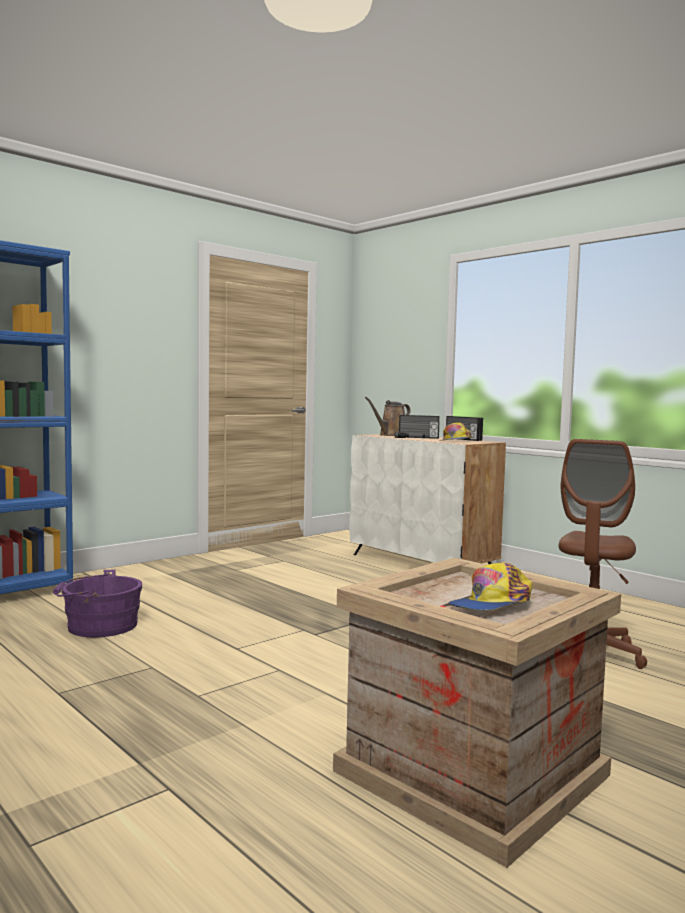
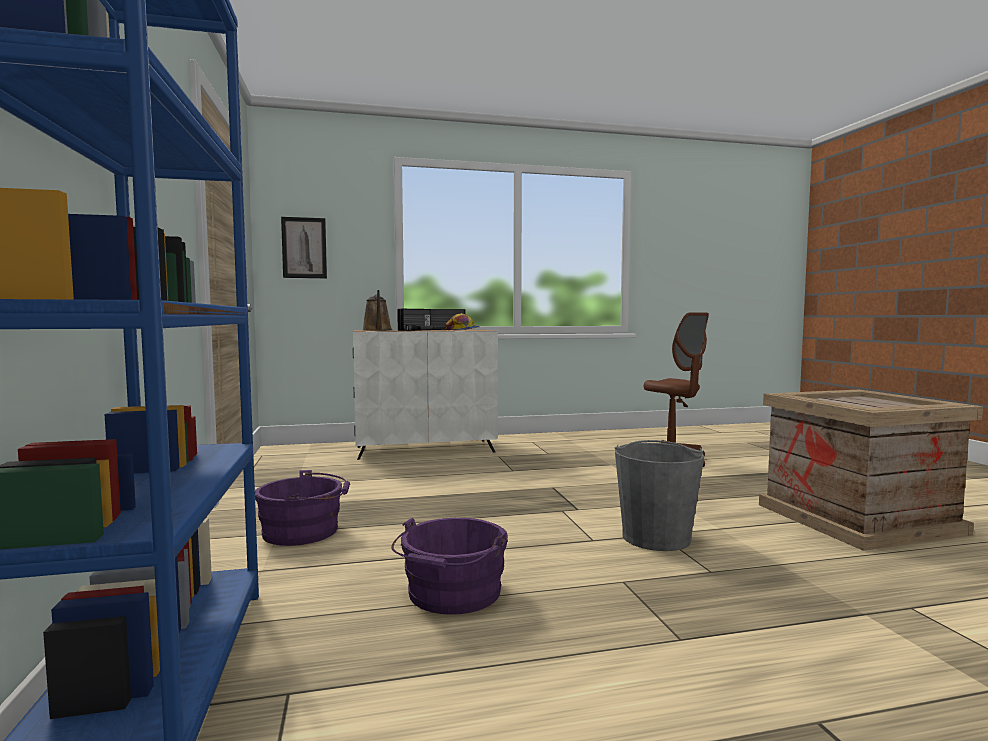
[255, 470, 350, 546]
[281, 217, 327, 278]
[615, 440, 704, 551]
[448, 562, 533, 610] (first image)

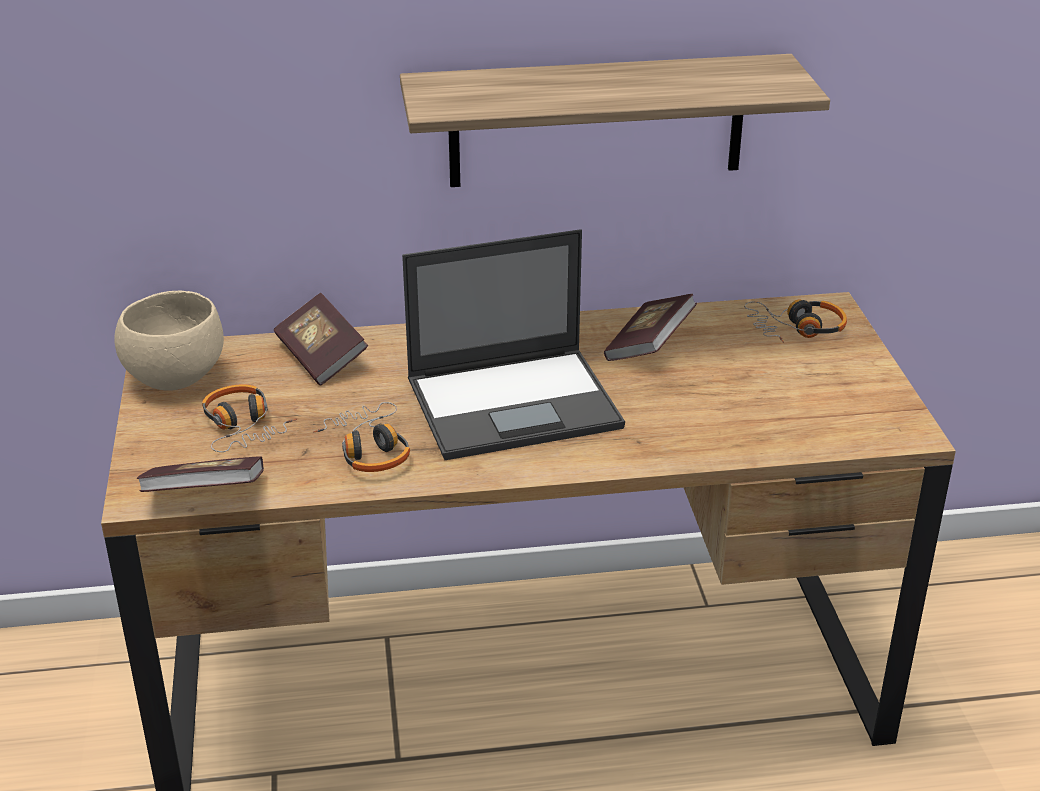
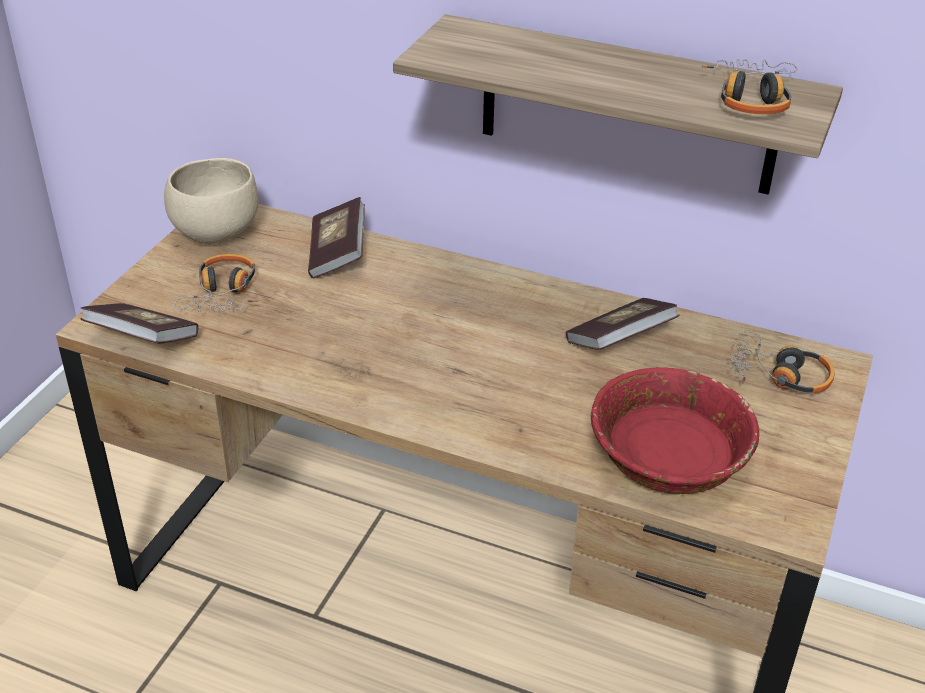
[591, 367, 760, 494]
[702, 59, 798, 114]
[402, 229, 625, 460] (first image)

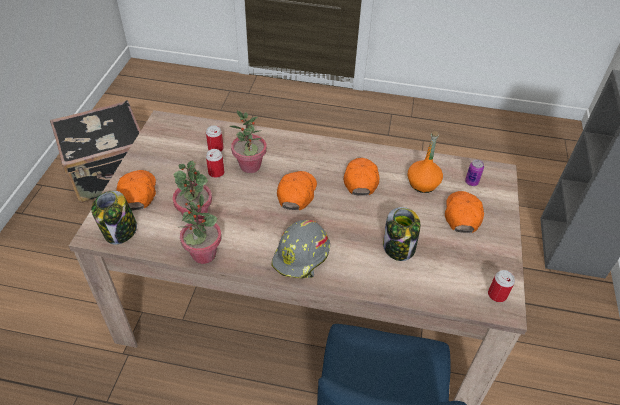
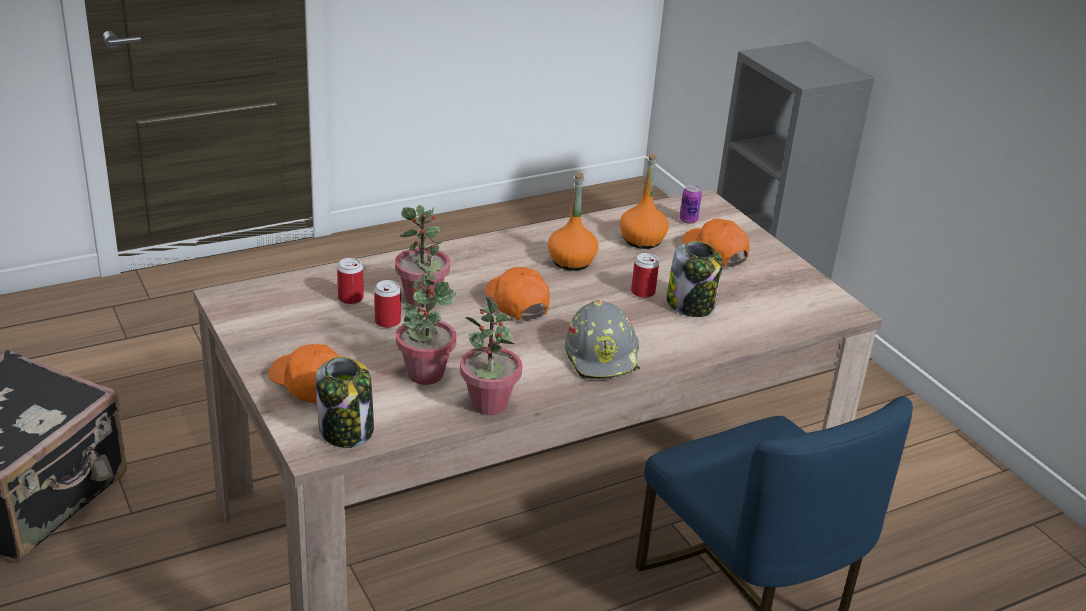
[548, 172, 599, 271]
[631, 253, 659, 298]

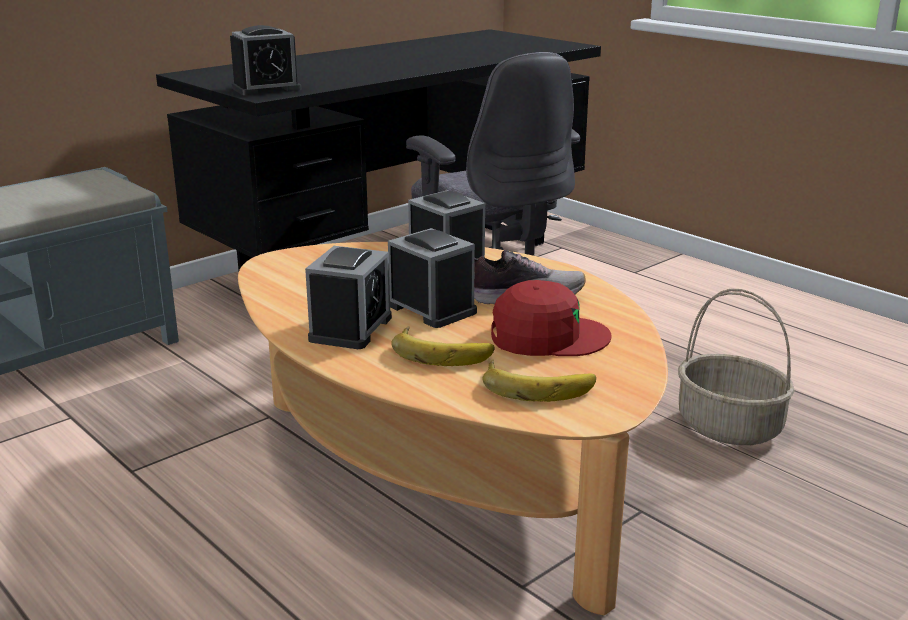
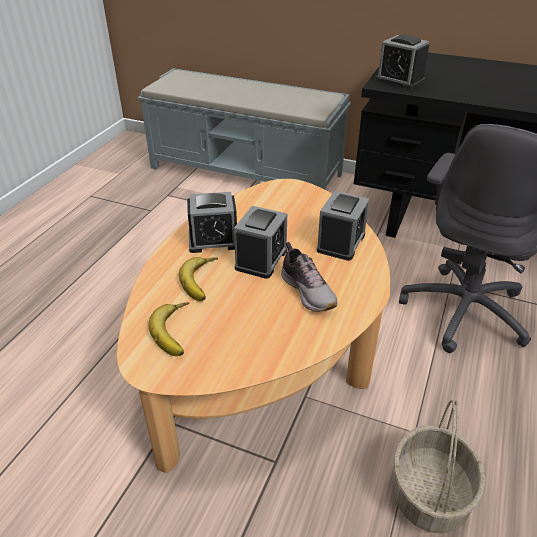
[491, 280, 611, 356] (first image)

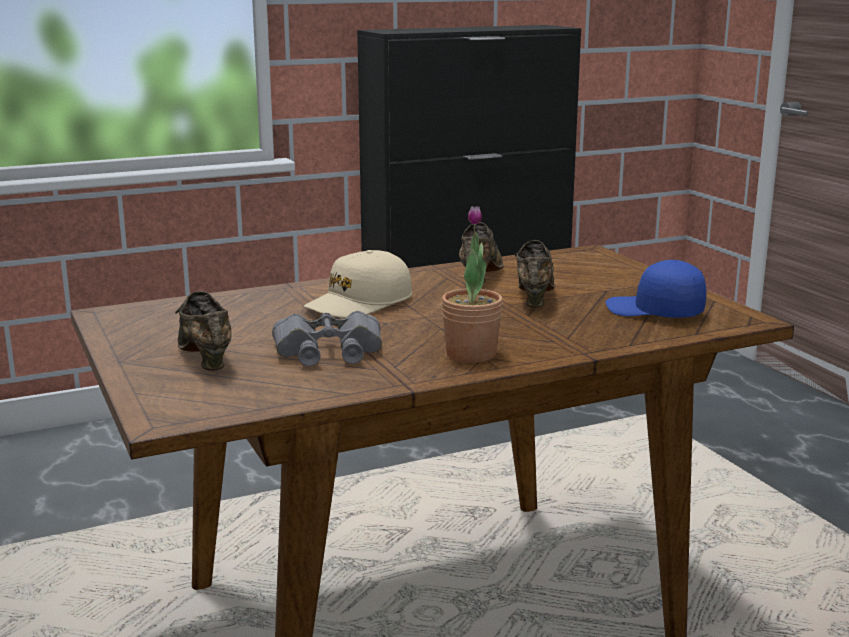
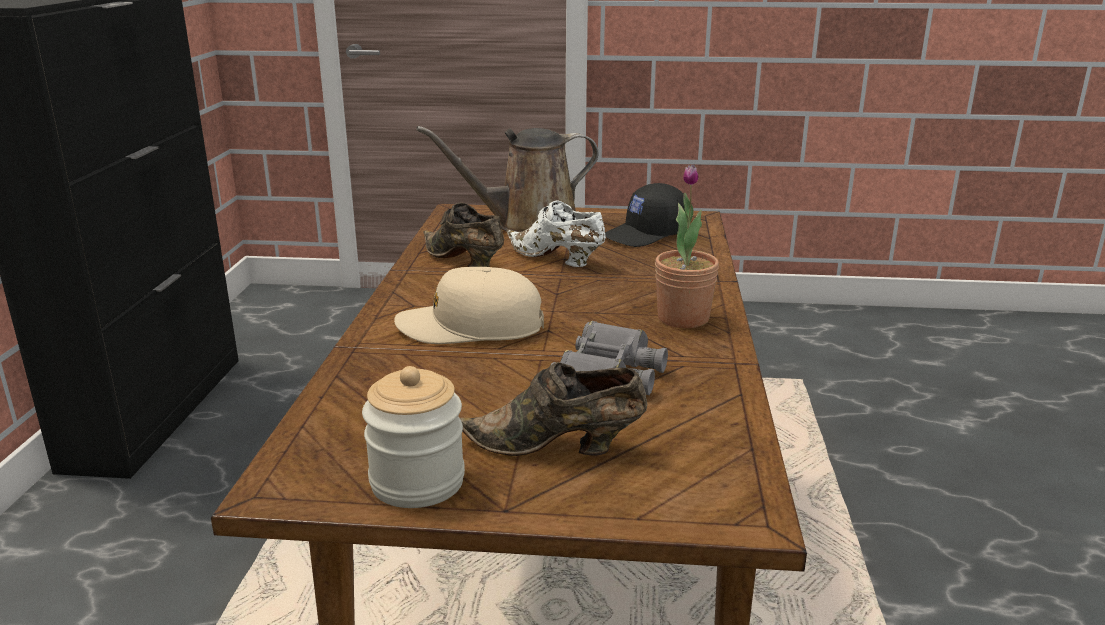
[362, 366, 465, 508]
[394, 267, 544, 344]
[416, 126, 598, 232]
[507, 200, 606, 267]
[605, 183, 685, 247]

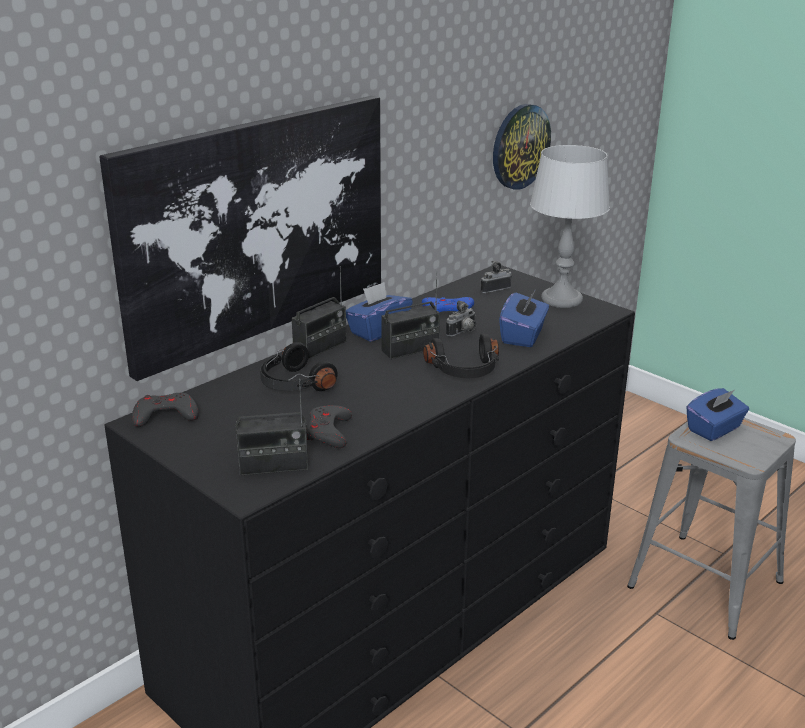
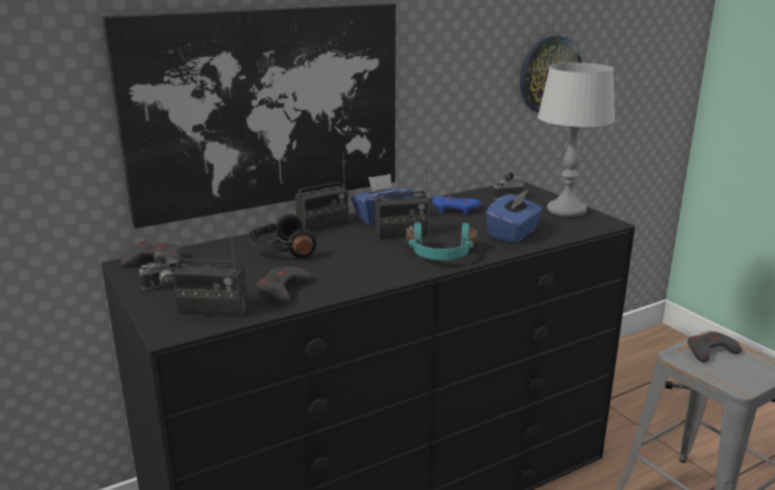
[139, 250, 178, 290]
[406, 222, 477, 260]
[688, 332, 742, 362]

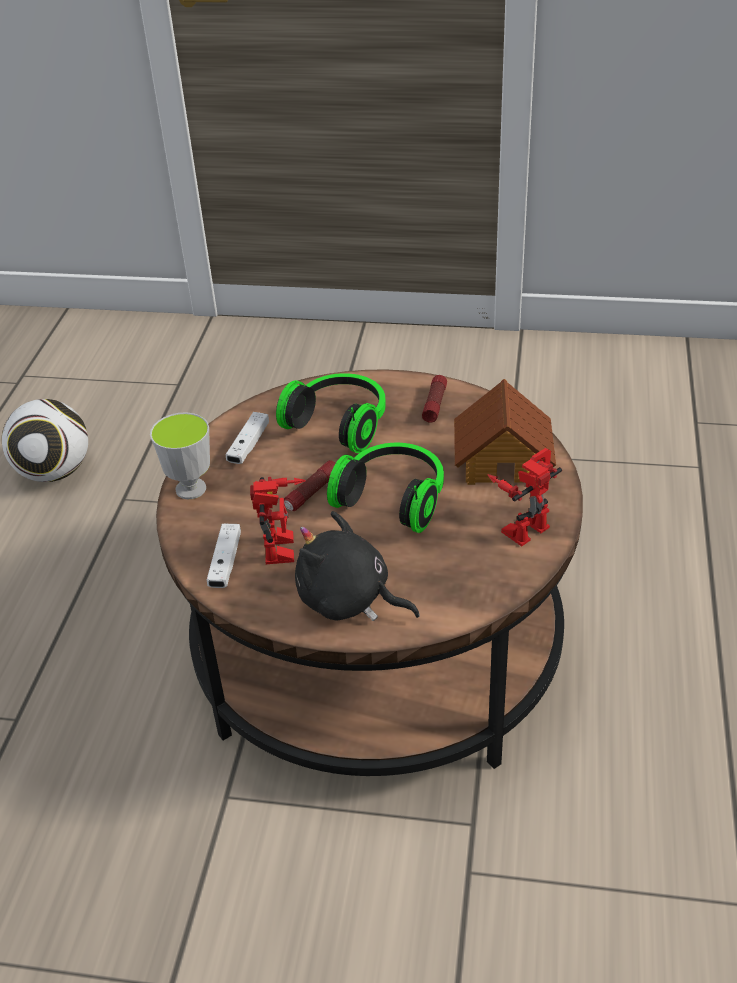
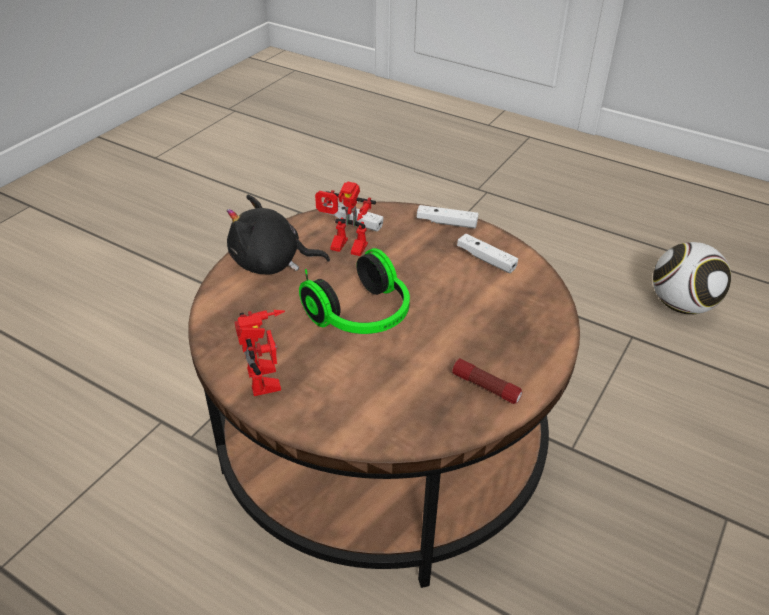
[227, 195, 330, 275]
[416, 205, 478, 228]
[276, 373, 386, 453] (first image)
[284, 460, 335, 511] (first image)
[454, 379, 556, 485] (first image)

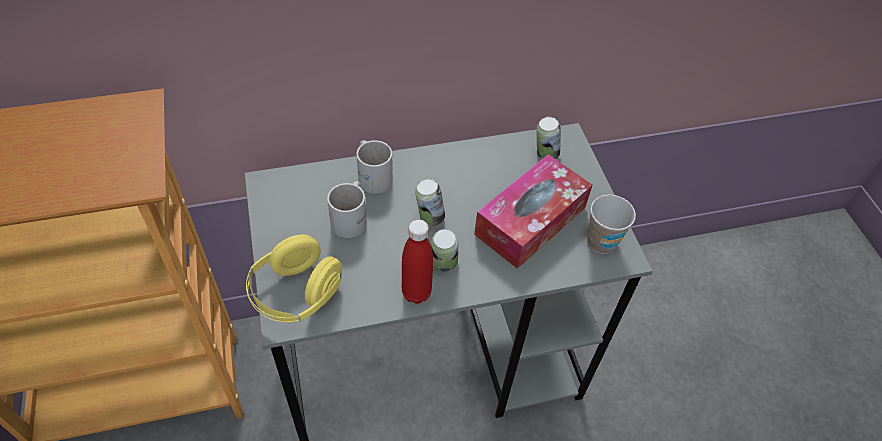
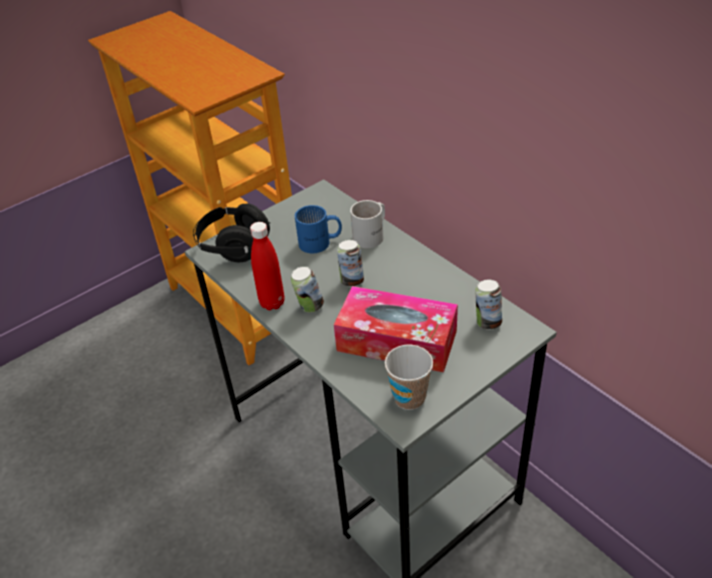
[193, 203, 270, 262]
[295, 205, 342, 253]

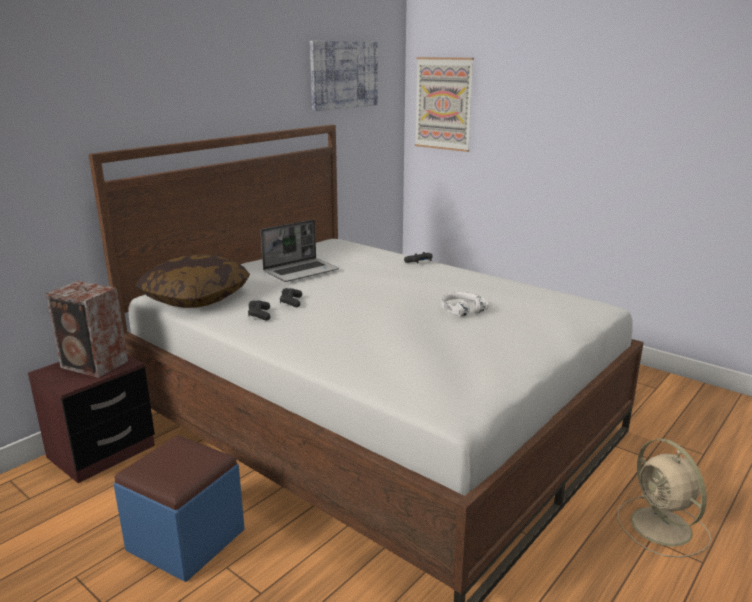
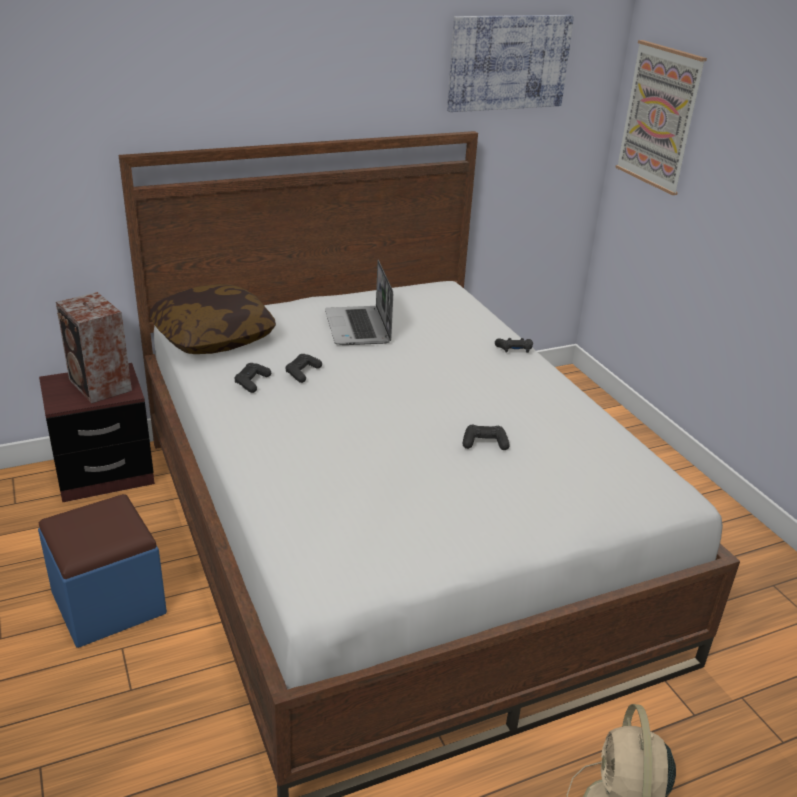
[325, 260, 393, 345]
[462, 425, 510, 450]

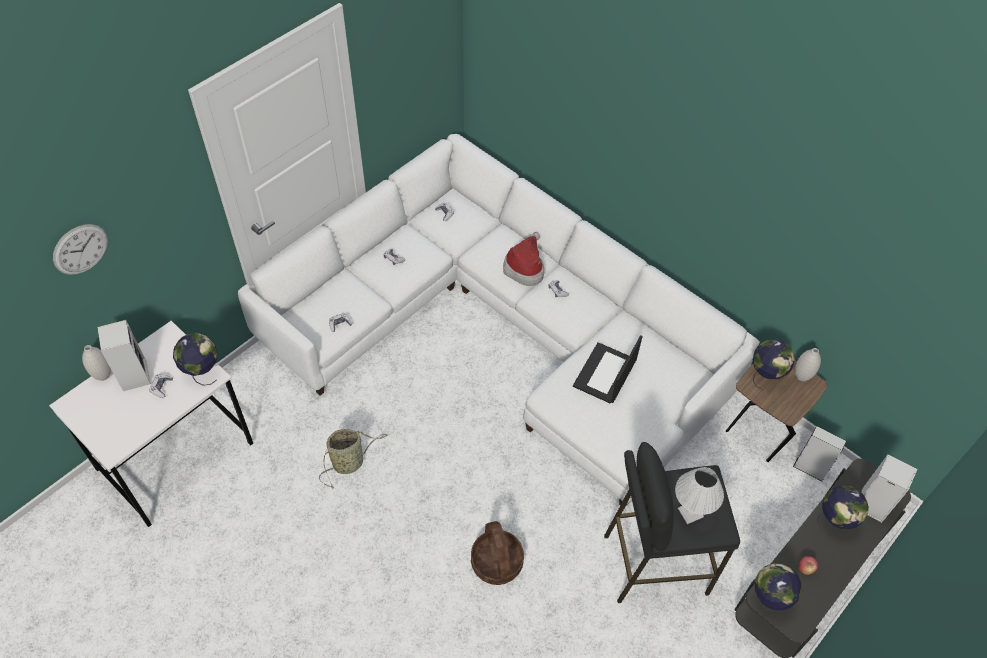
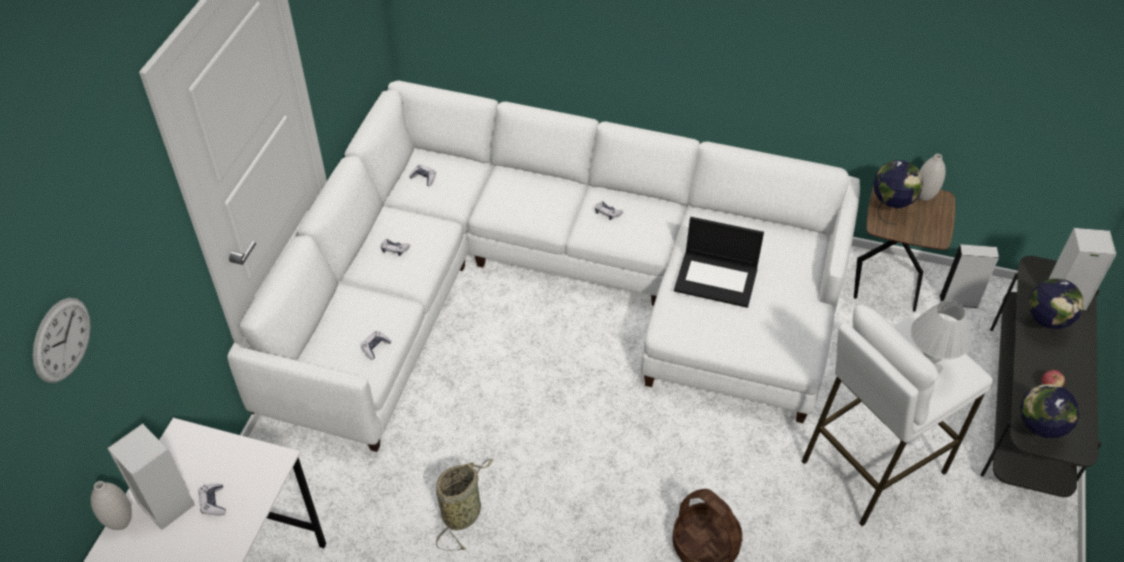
[674, 217, 764, 308]
[801, 305, 993, 526]
[173, 333, 217, 386] (first image)
[503, 232, 544, 286] (first image)

